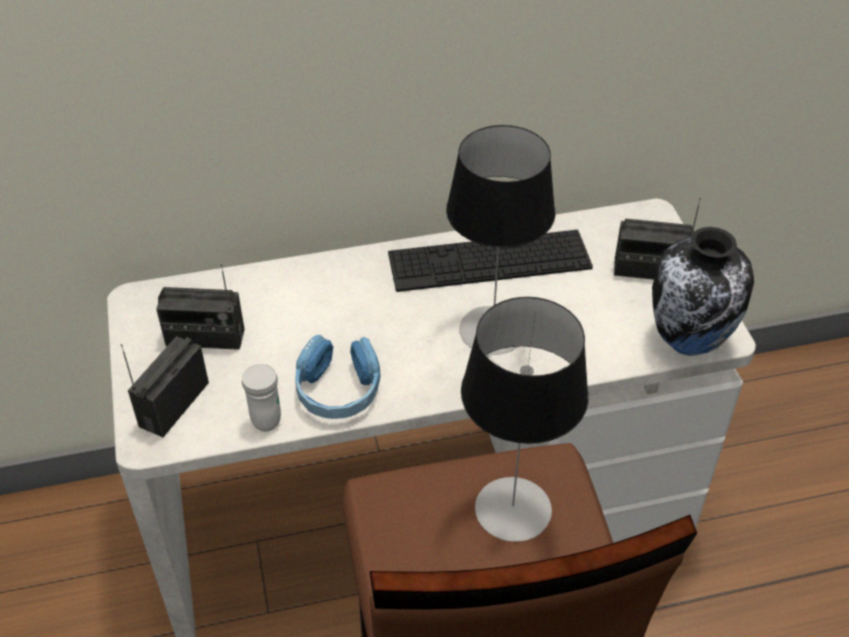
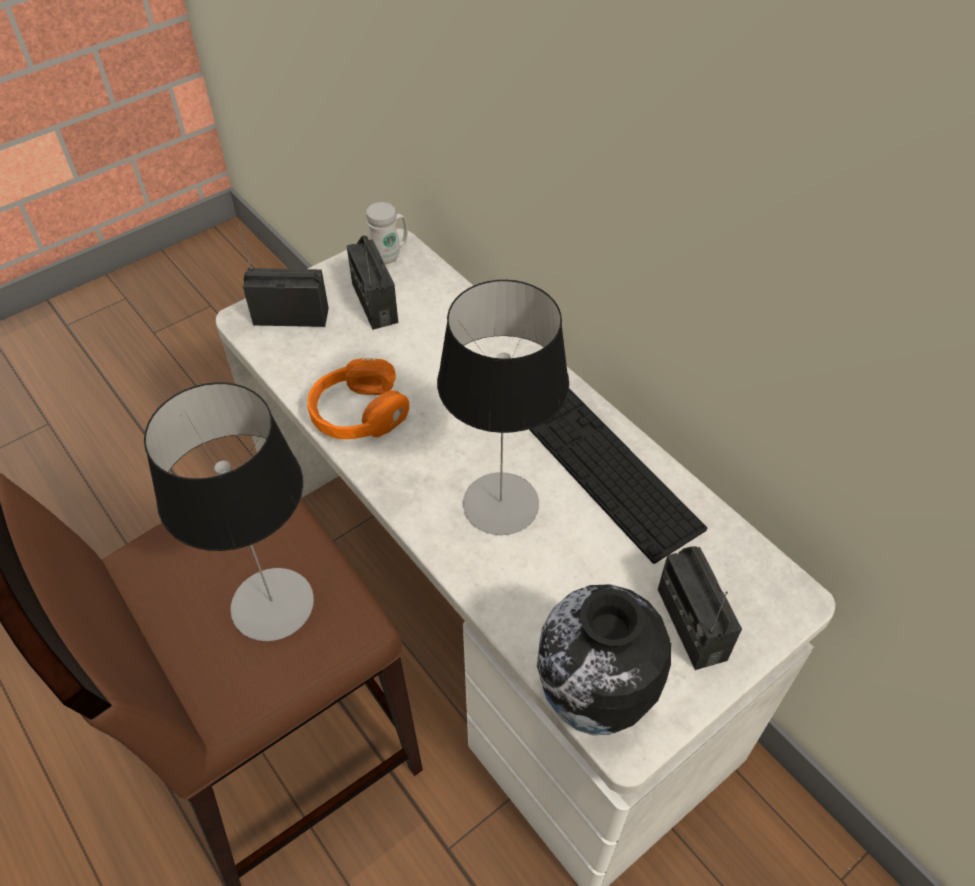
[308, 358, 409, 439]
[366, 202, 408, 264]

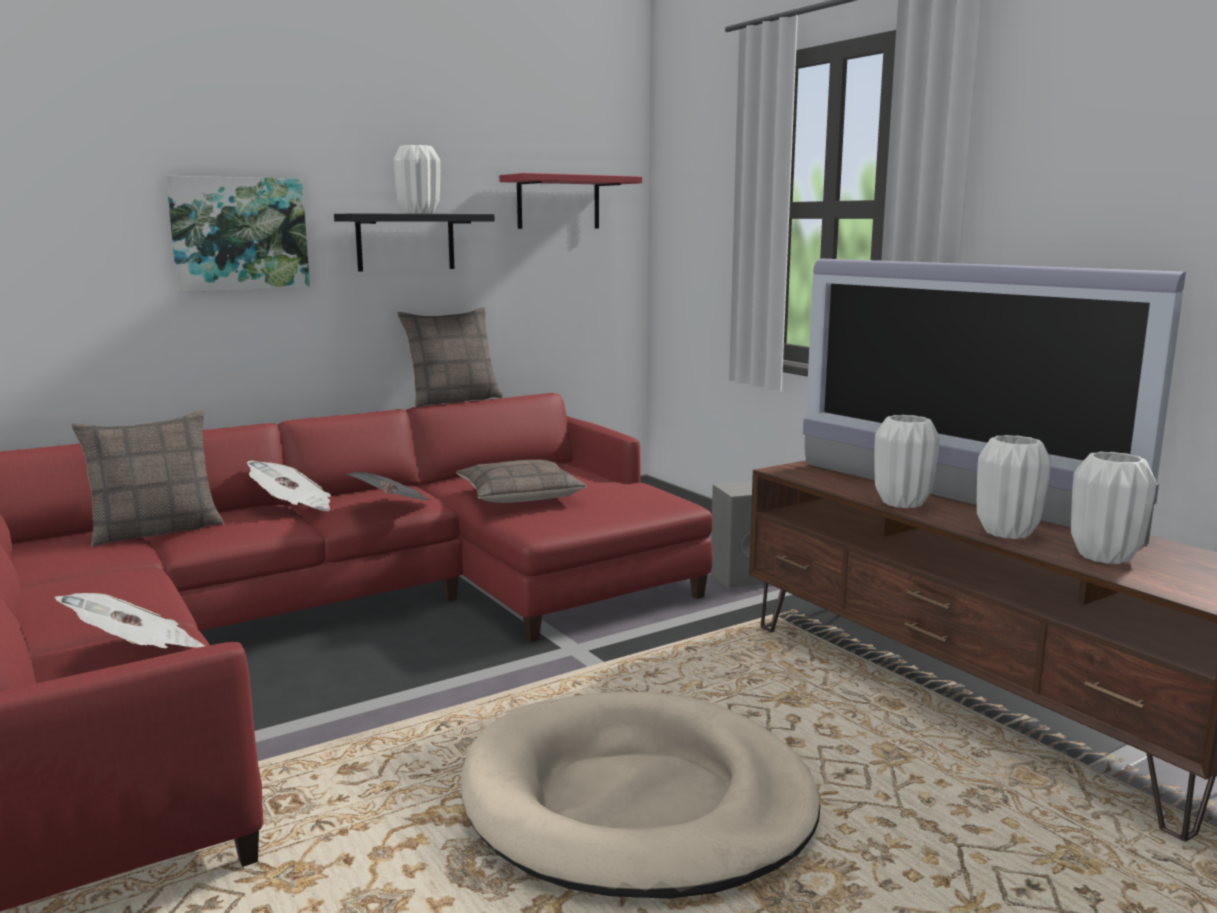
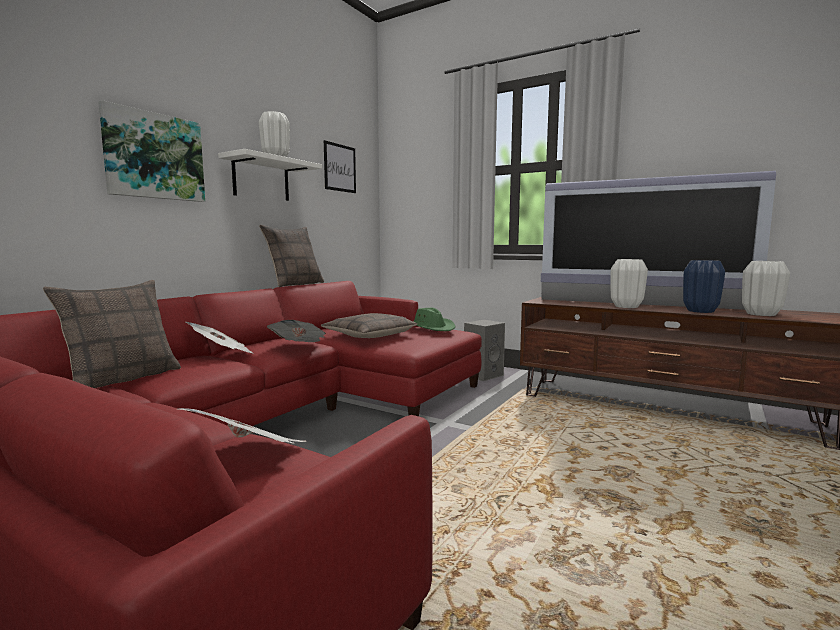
[218, 149, 322, 201]
[324, 140, 356, 193]
[414, 308, 455, 331]
[683, 260, 725, 313]
[461, 691, 820, 899] (first image)

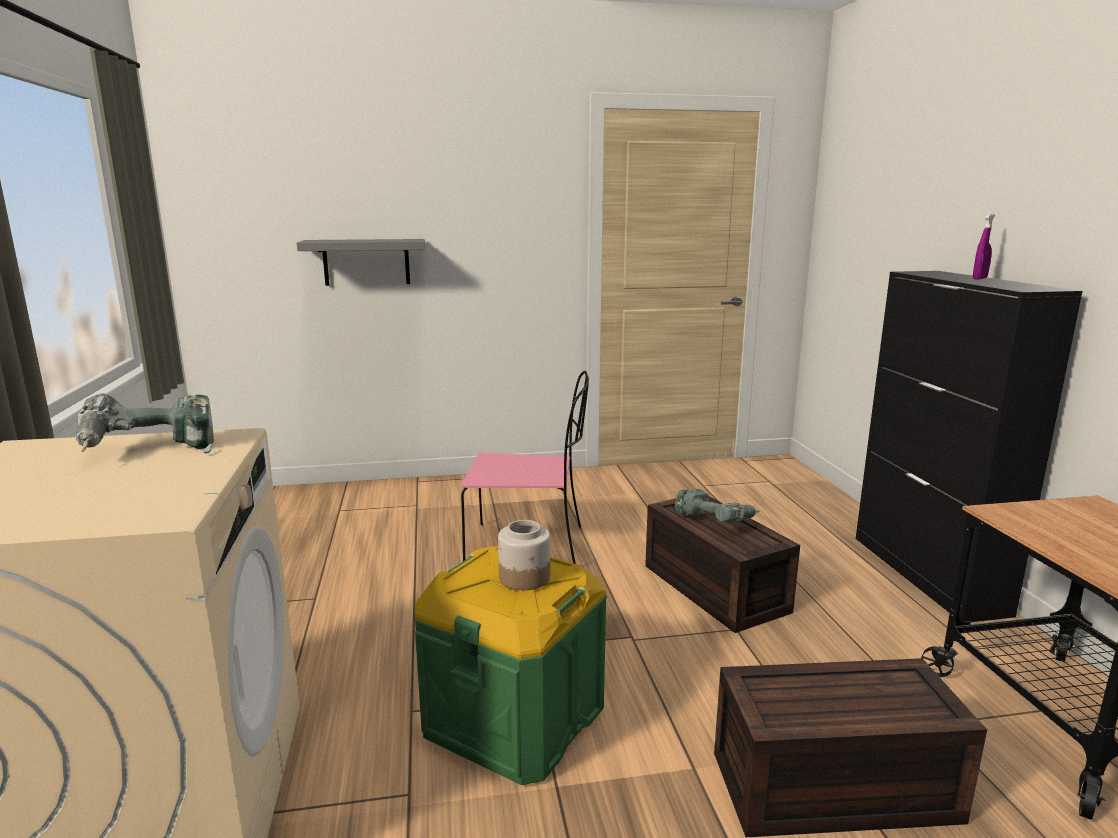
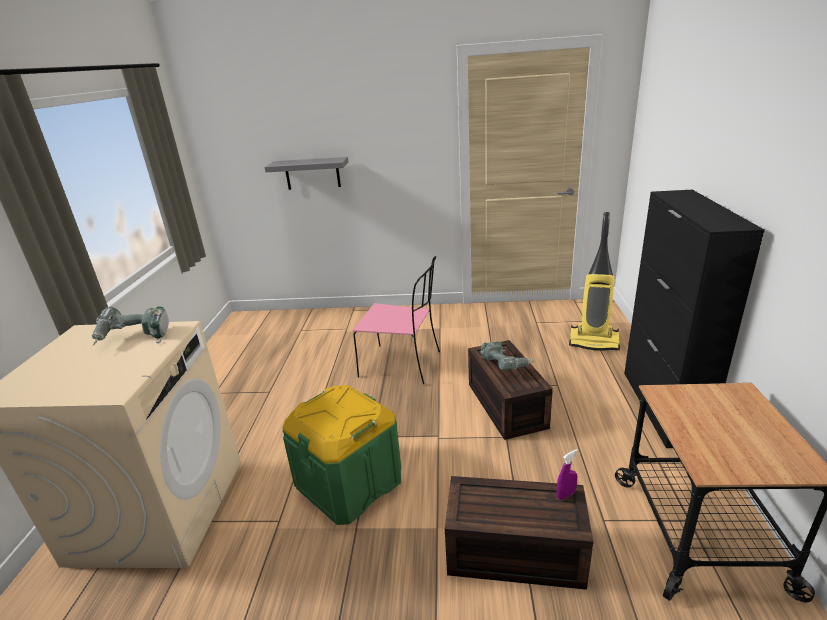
[557, 449, 578, 500]
[569, 212, 620, 351]
[498, 520, 550, 590] (first image)

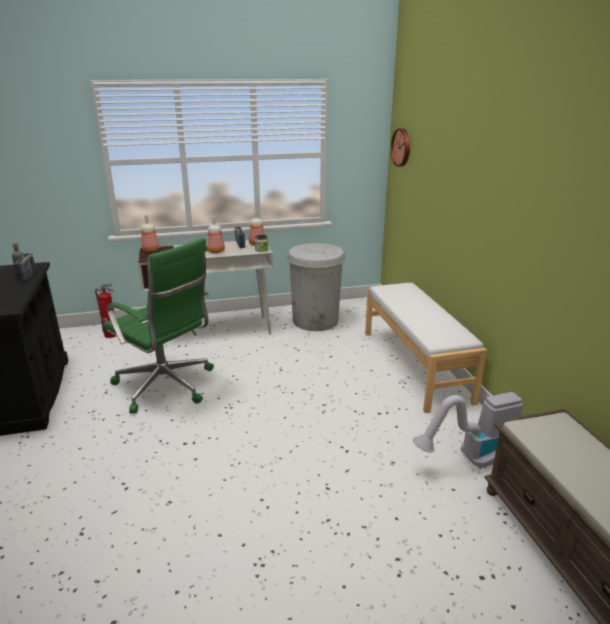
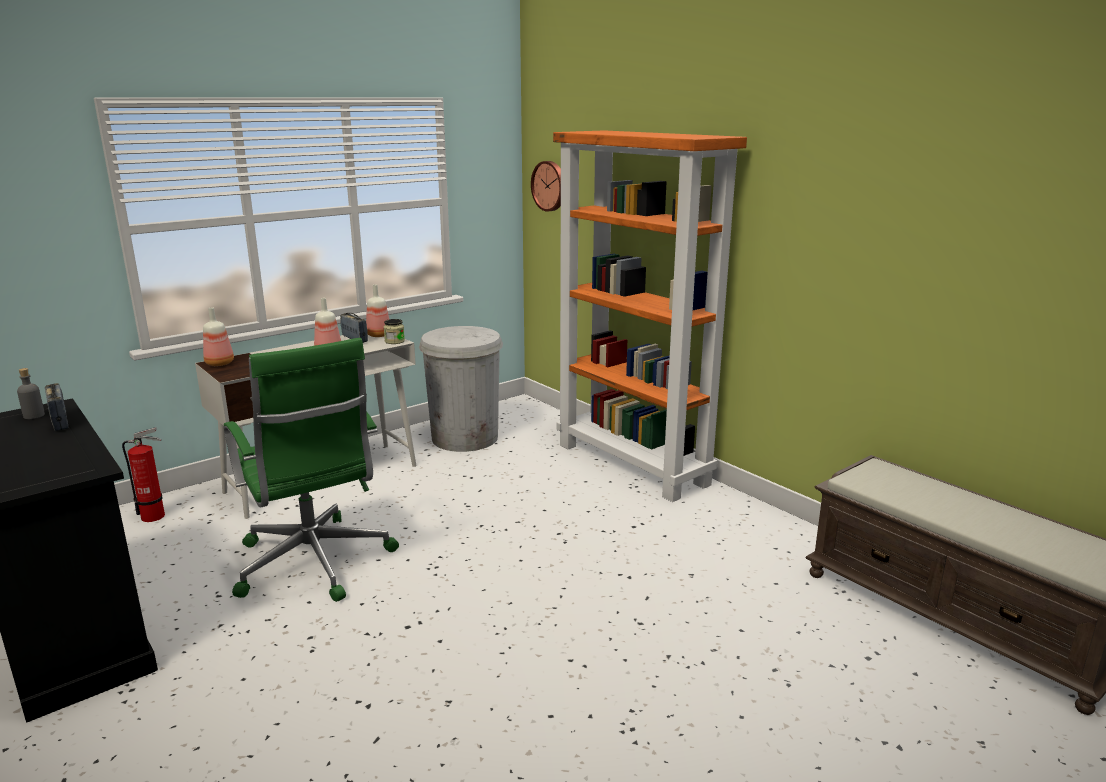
[224, 338, 399, 602]
[553, 130, 747, 502]
[413, 392, 523, 469] (first image)

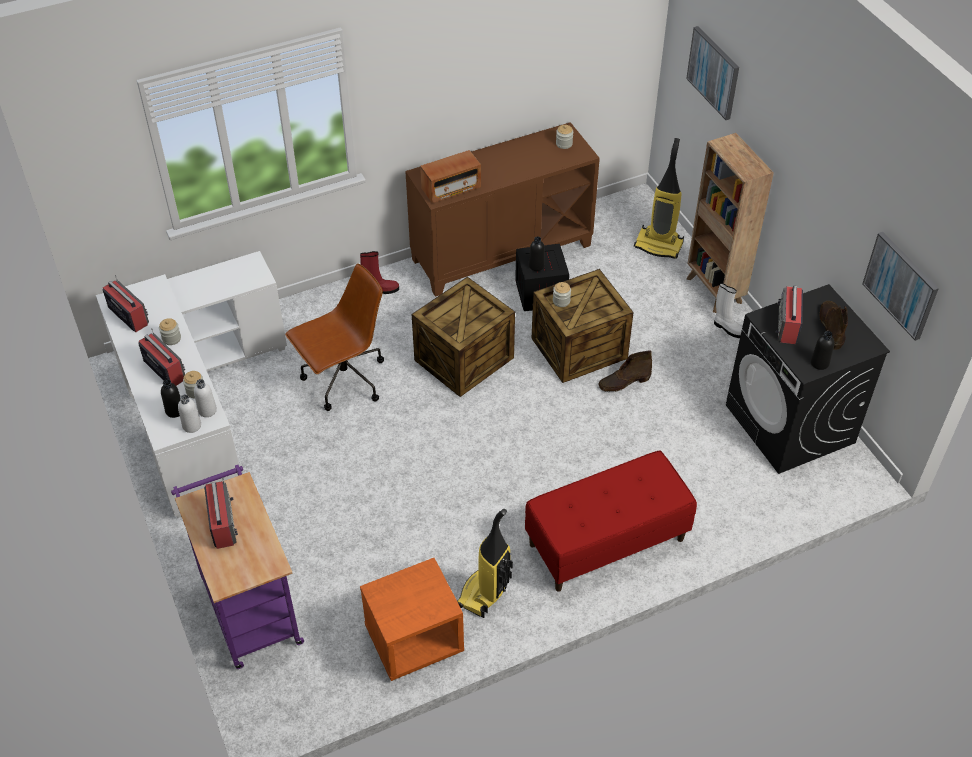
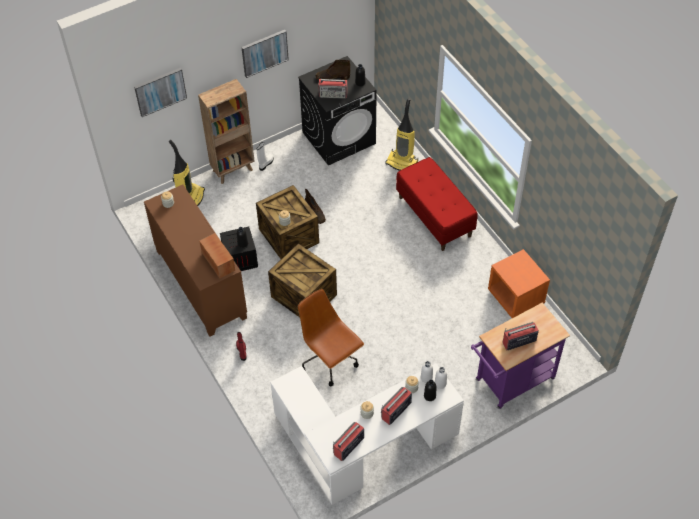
[241, 30, 289, 78]
[385, 99, 418, 171]

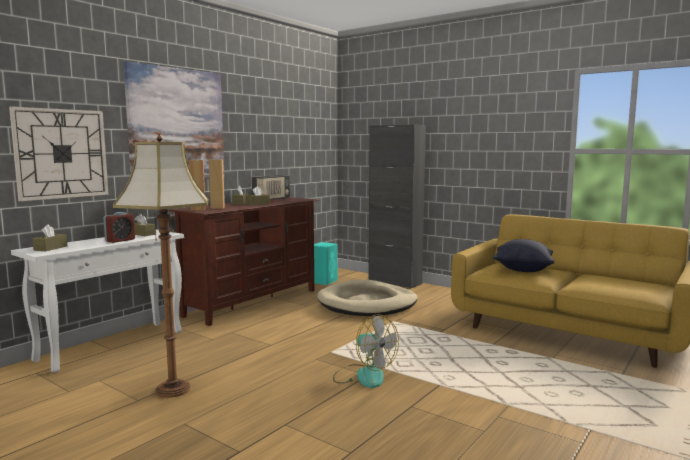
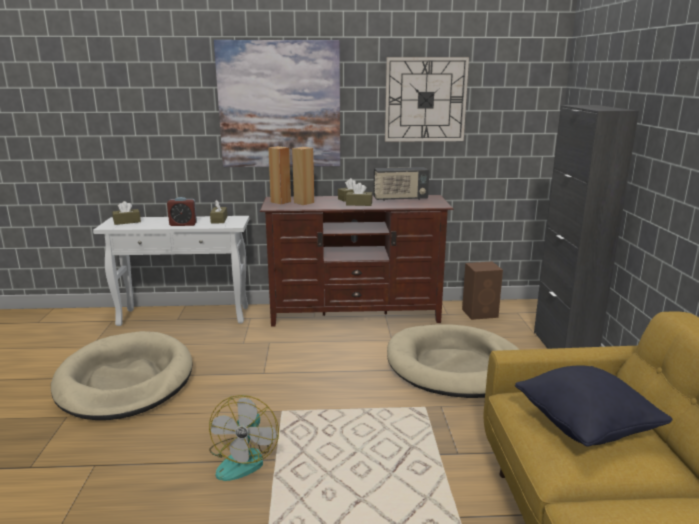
[51, 331, 193, 420]
[385, 57, 469, 142]
[462, 261, 503, 320]

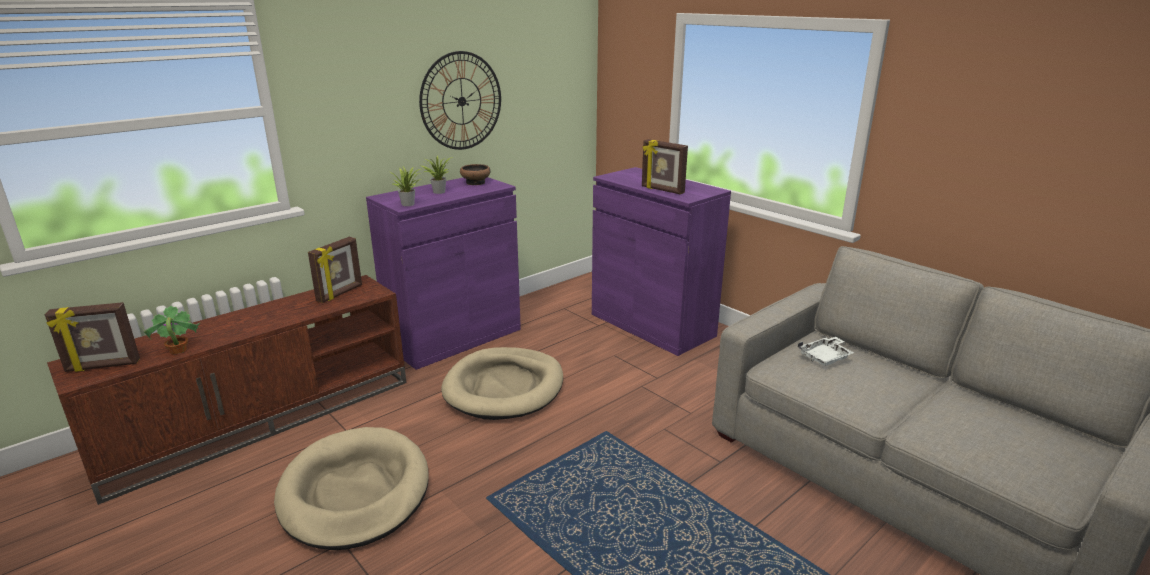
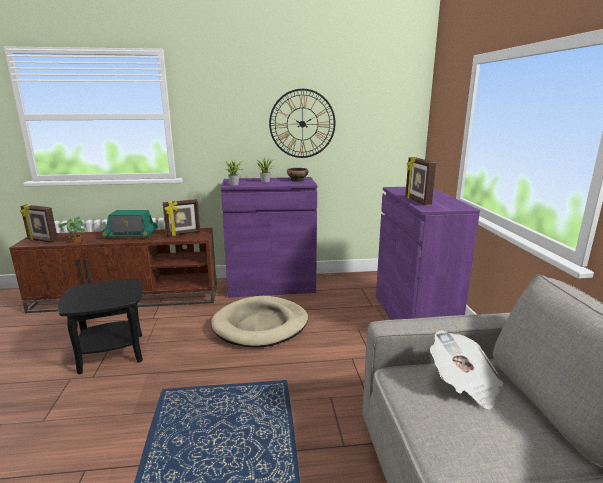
[57, 279, 143, 375]
[101, 210, 157, 238]
[430, 330, 503, 409]

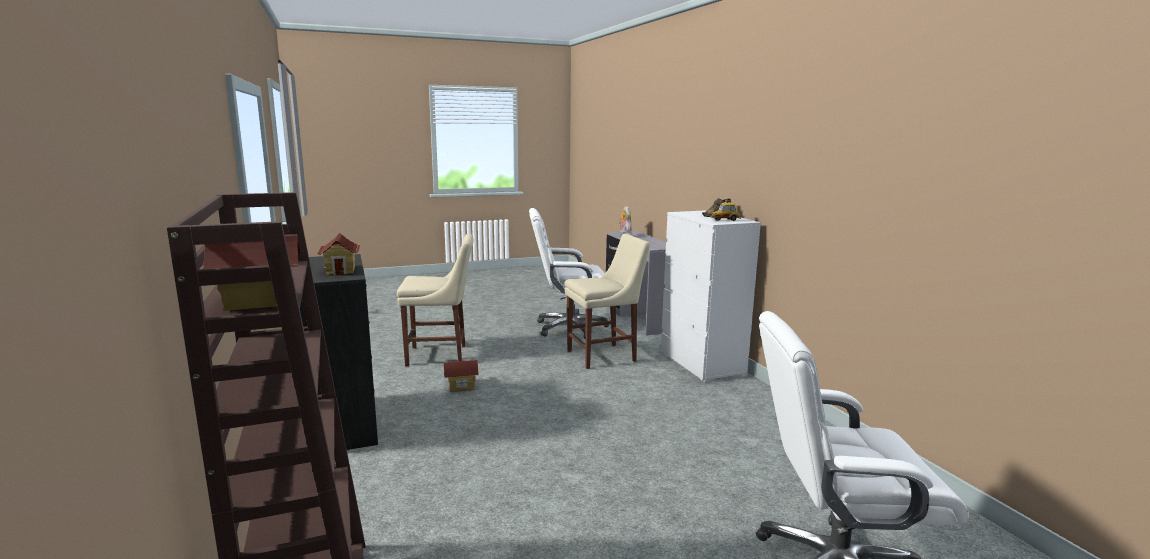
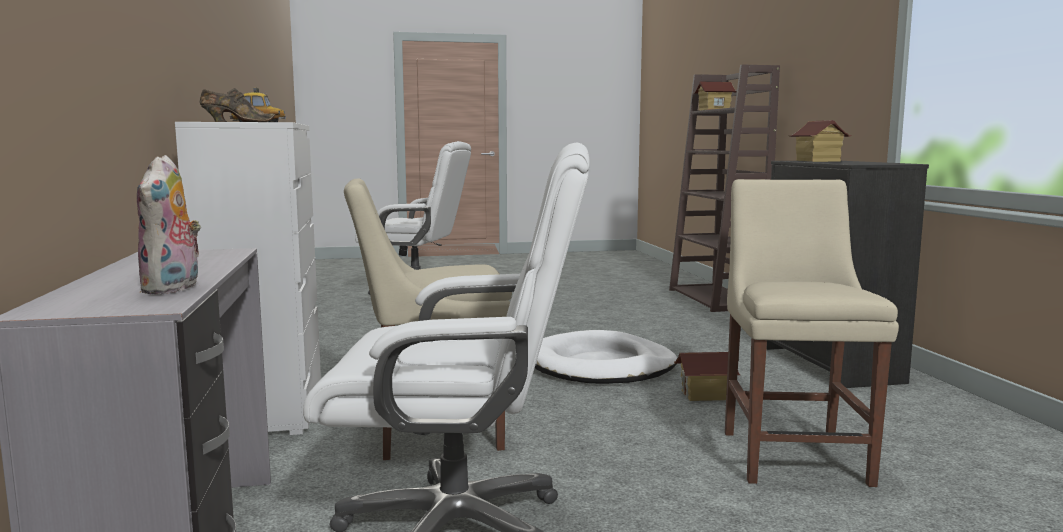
[535, 330, 677, 384]
[725, 179, 899, 487]

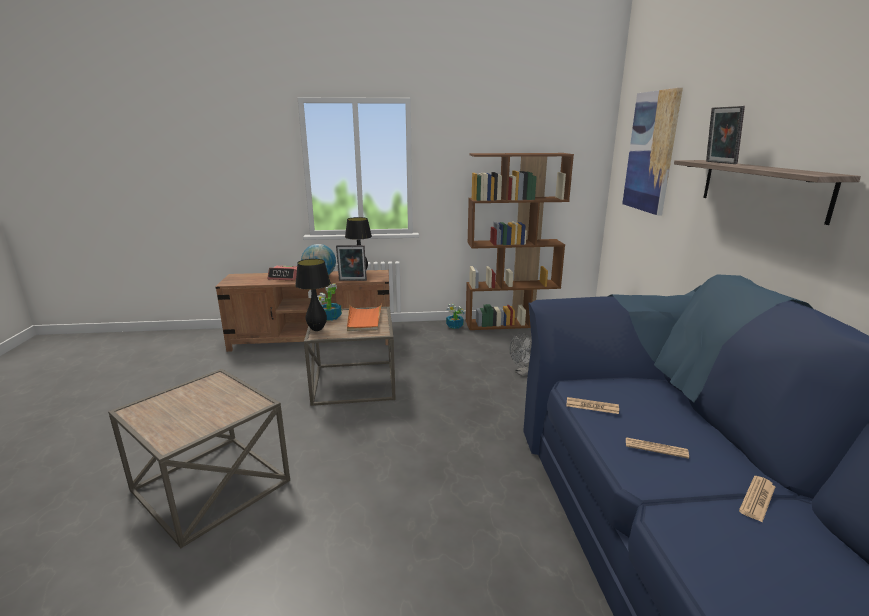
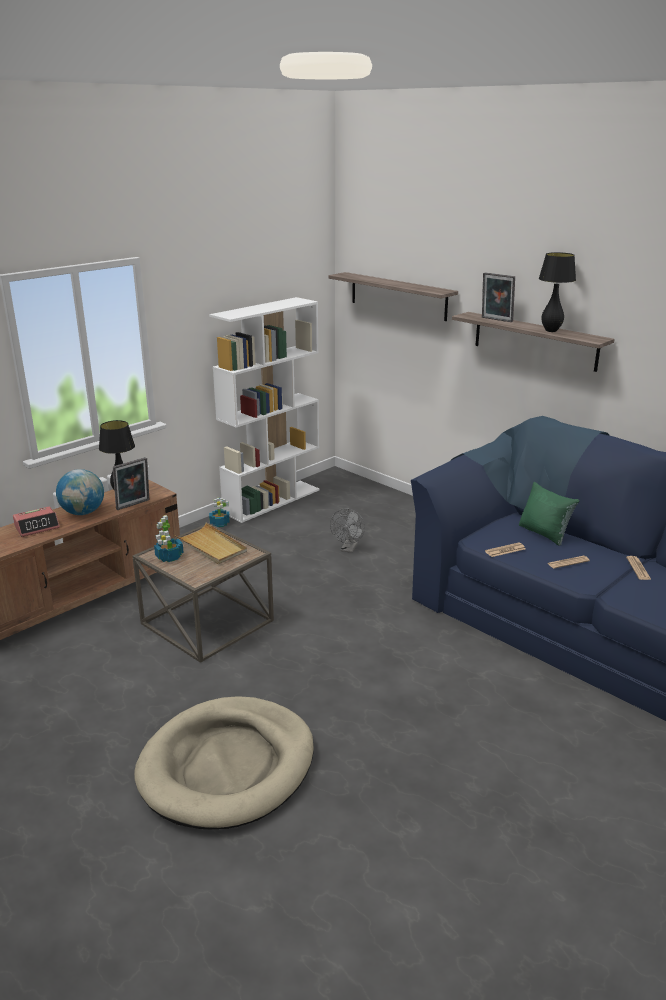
[134, 696, 314, 829]
[174, 523, 247, 564]
[209, 297, 320, 523]
[328, 272, 458, 321]
[519, 482, 579, 546]
[539, 252, 576, 332]

